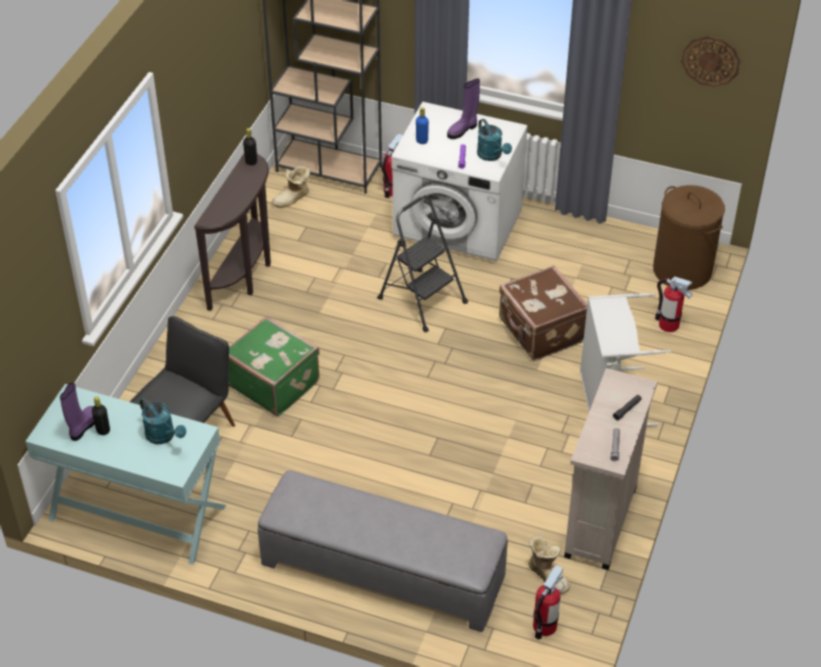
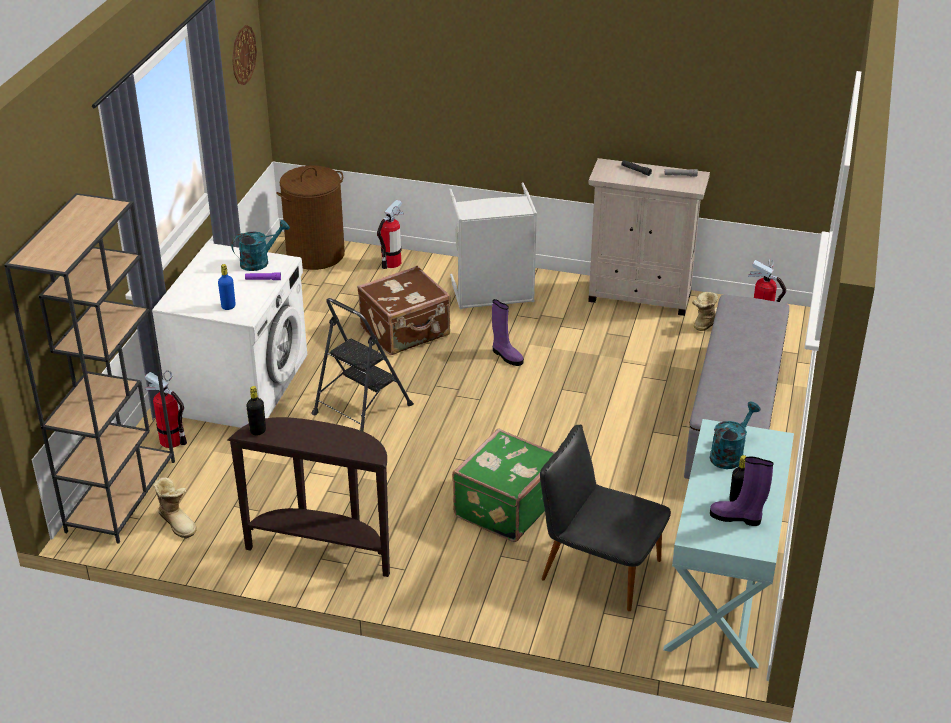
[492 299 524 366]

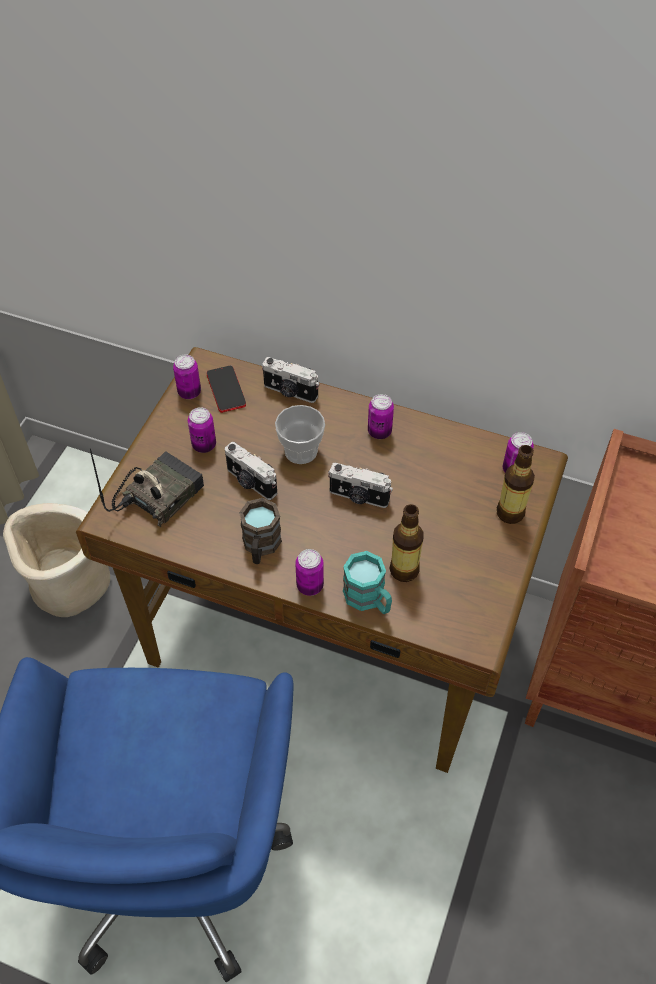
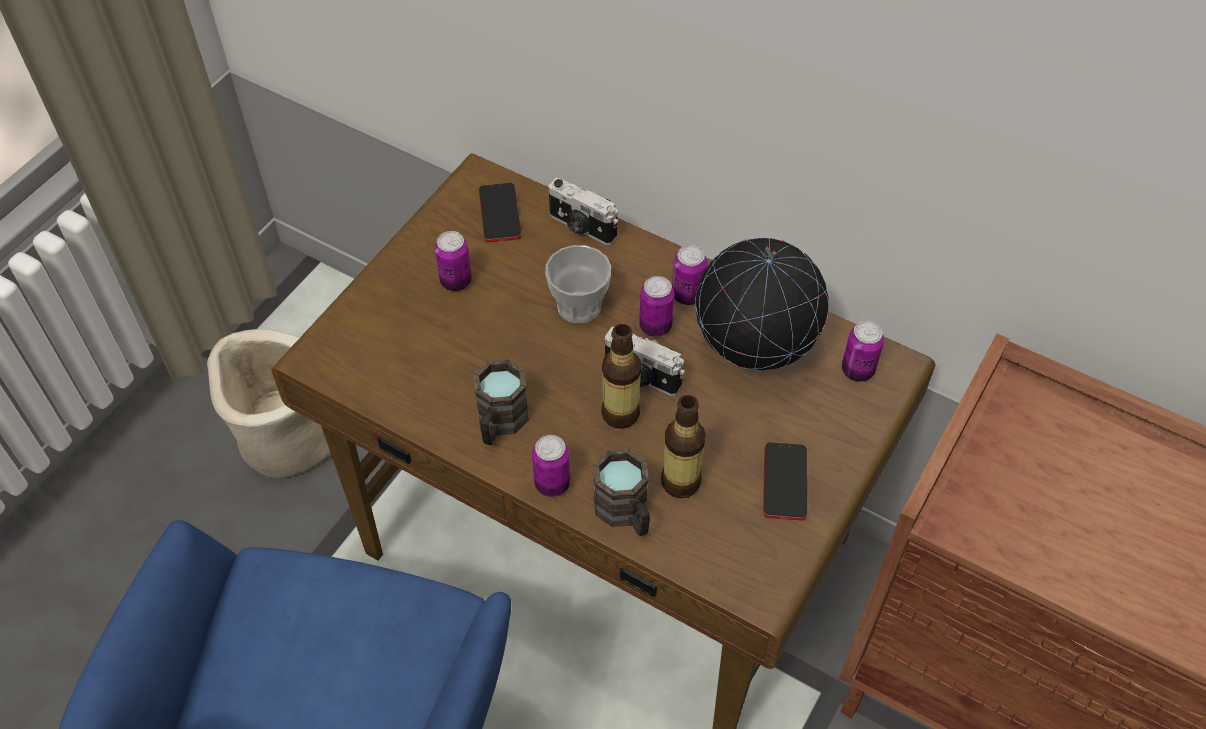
[639 276 675 337]
[225 442 277 500] (first image)
[601 324 641 429]
[90 448 204 527] (first image)
[594 449 650 536]
[695 238 829 370]
[763 442 807 521]

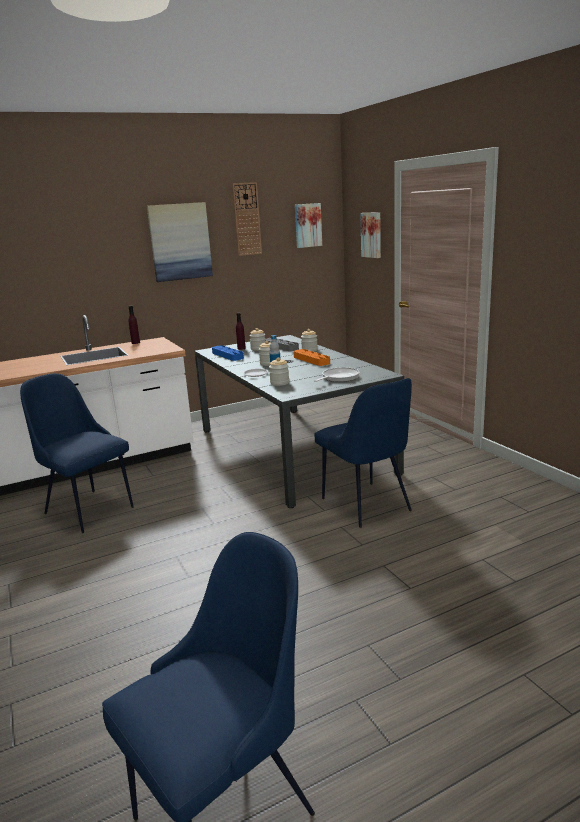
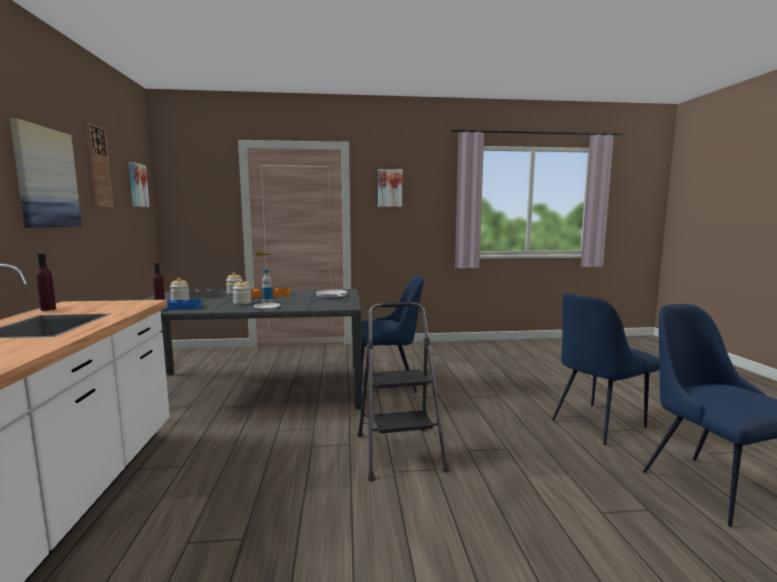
[378 169 402 207]
[269 357 289 386] (first image)
[552 293 660 445]
[357 302 450 481]

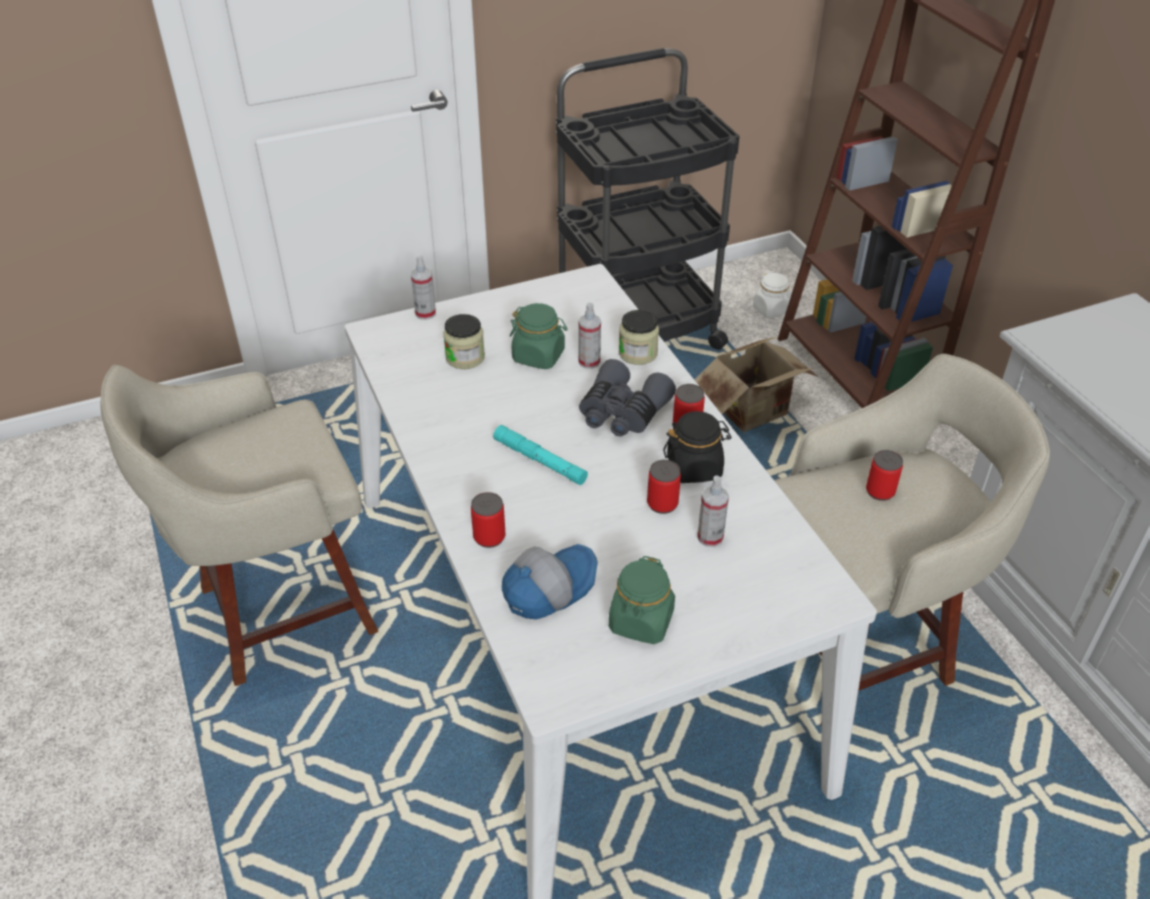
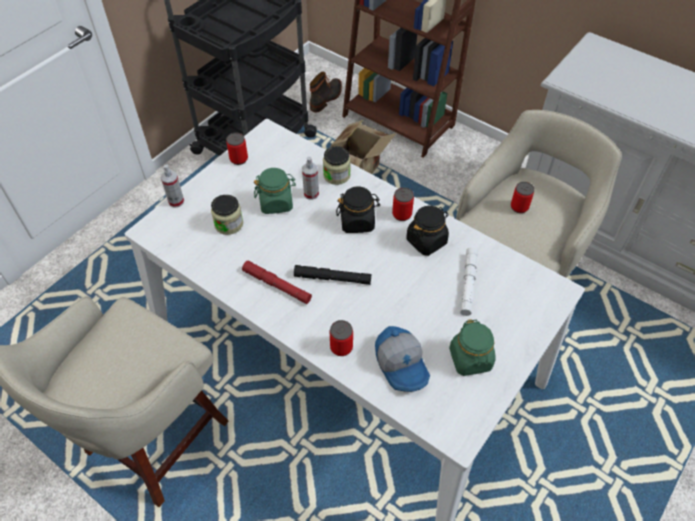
[310 71 342 112]
[336 186 380 233]
[294 265 371 285]
[226 133 248 165]
[460 247 478 316]
[375 326 430 392]
[242 261 312 304]

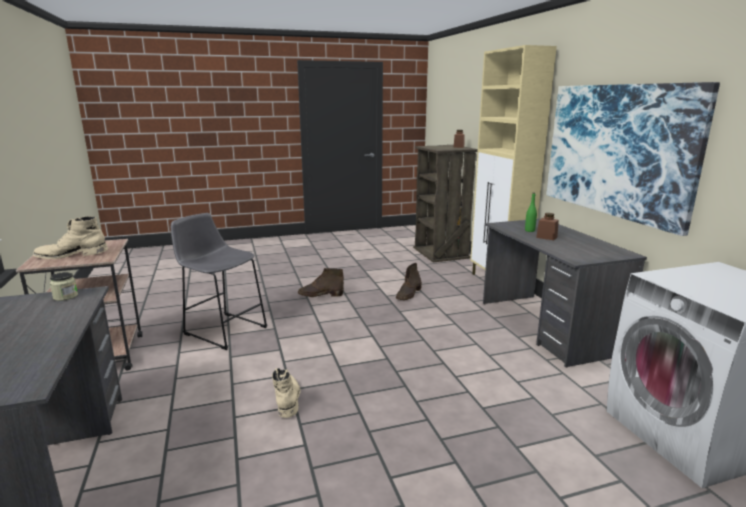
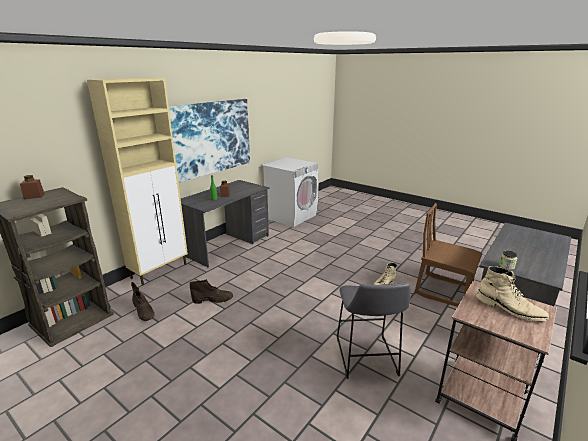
[131 282 155 321]
[414 203 482 307]

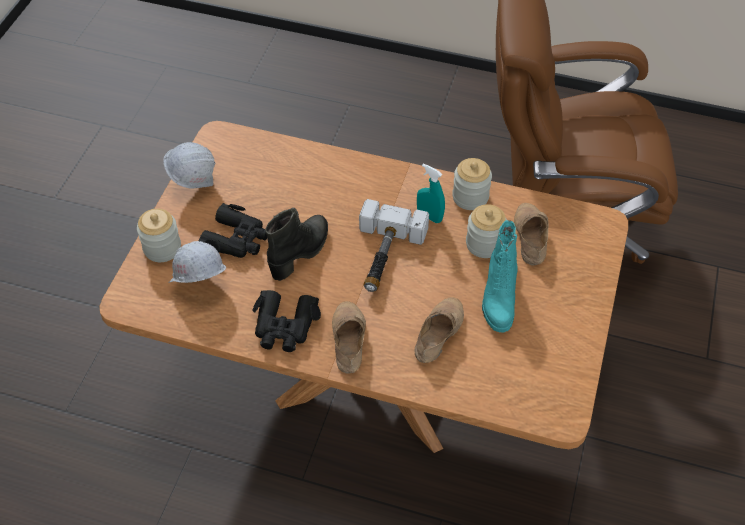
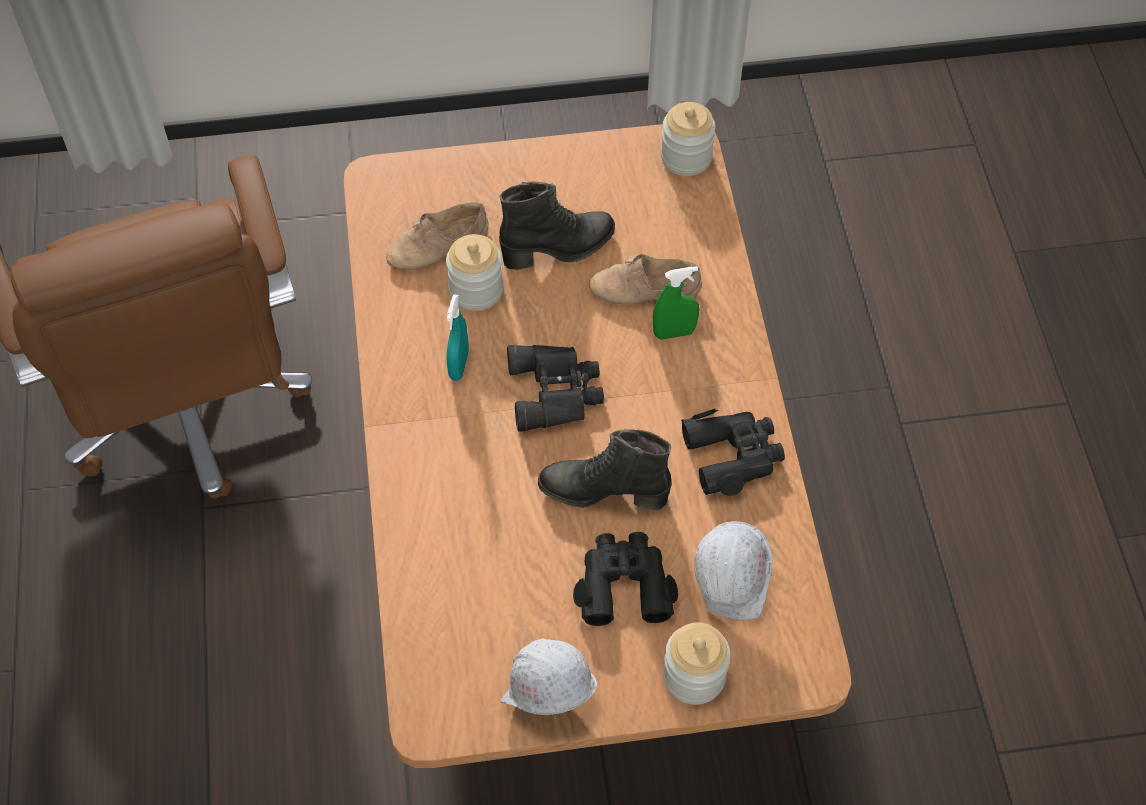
[661 102 716 176]
[507 345 604 431]
[499 181 615 270]
[332 301 366 374] (first image)
[653 266 699 340]

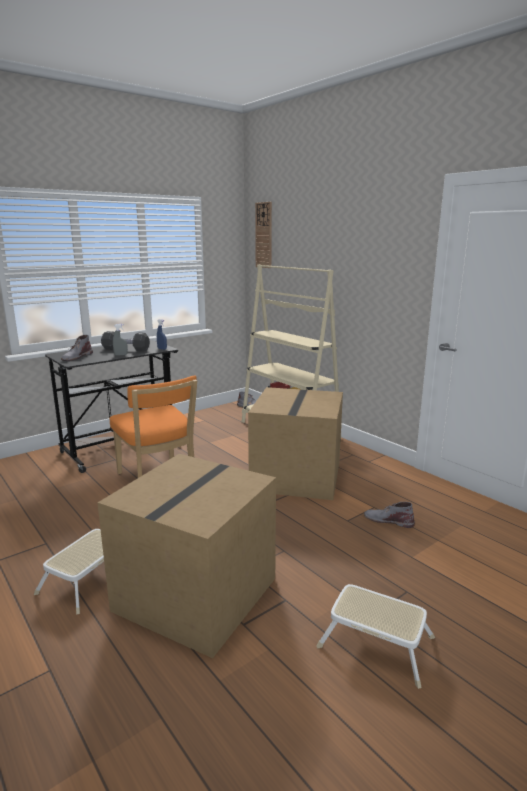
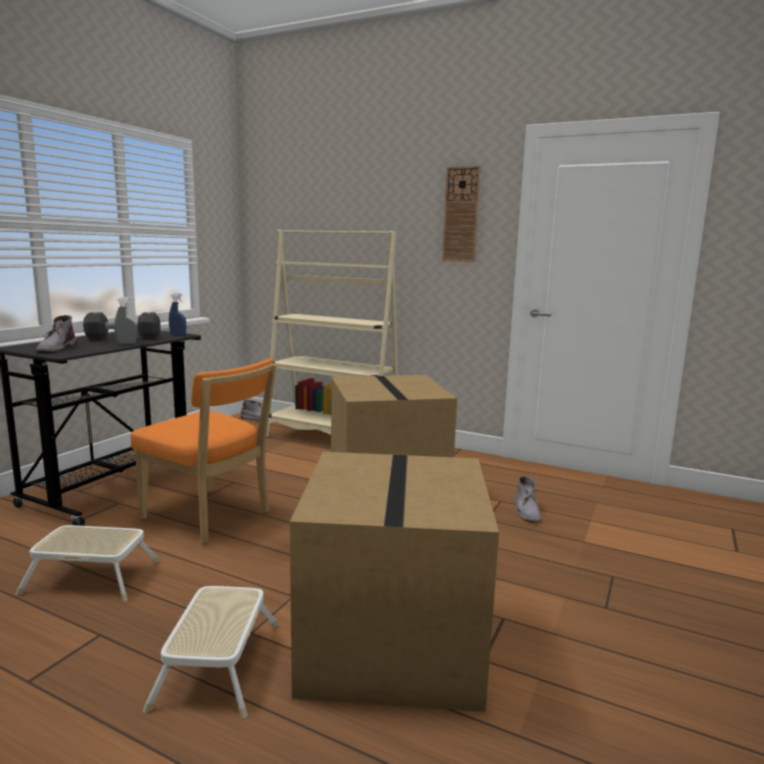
[442 166 481 262]
[514 476 542 523]
[15 525 161 602]

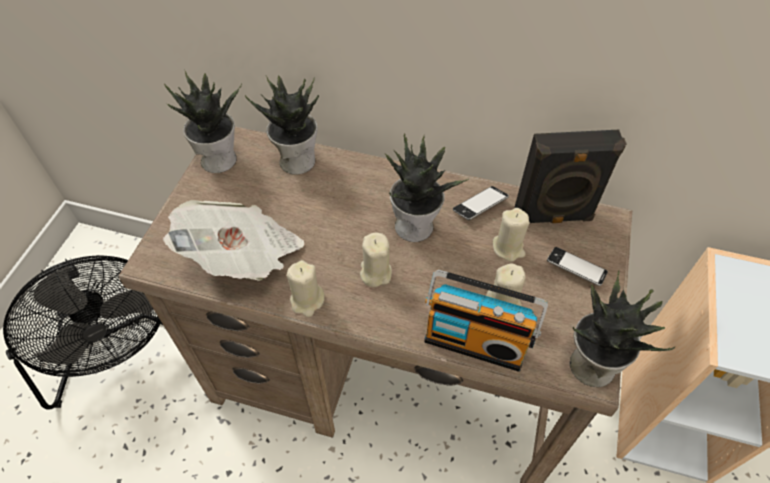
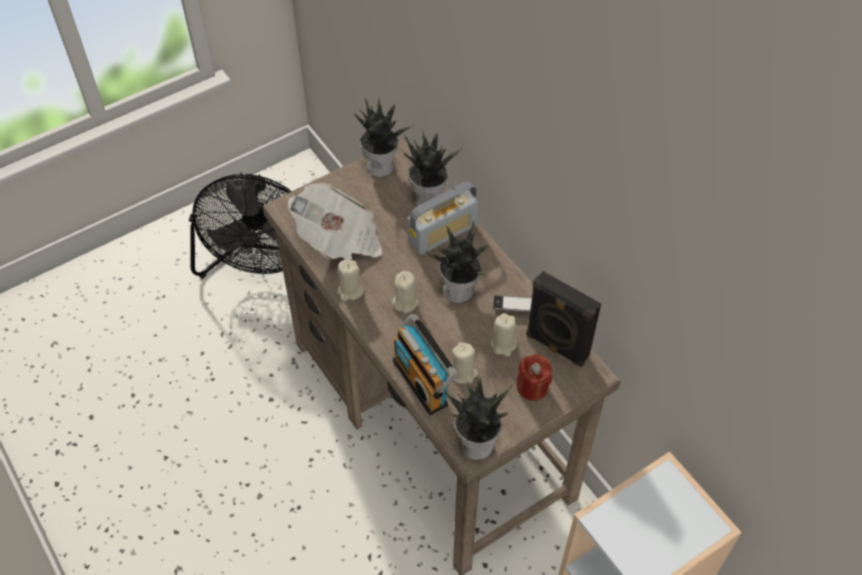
[517 354 552 401]
[408 182 479 255]

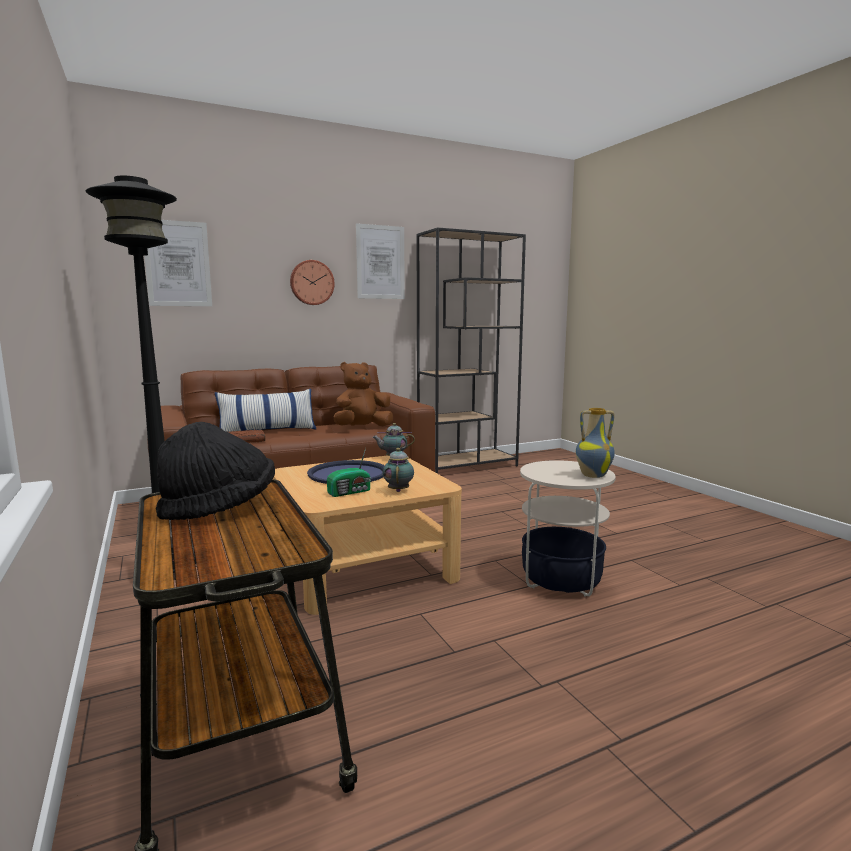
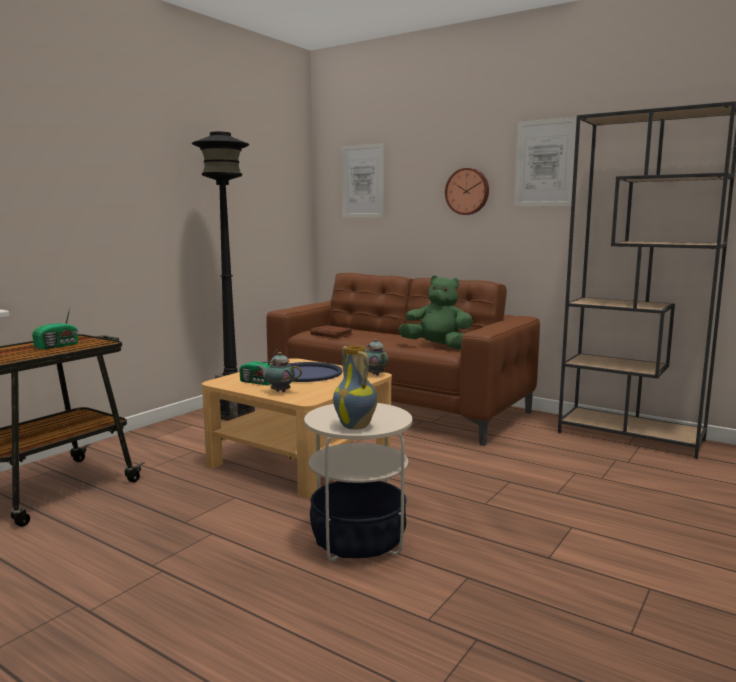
[398 275 473 350]
[215 389 316 432] (first image)
[32 304 78 350]
[257 352 302 392]

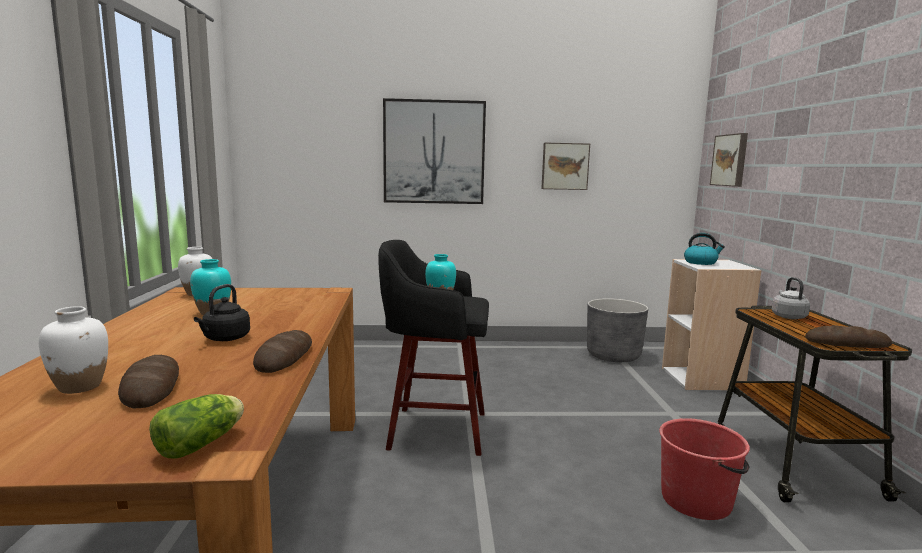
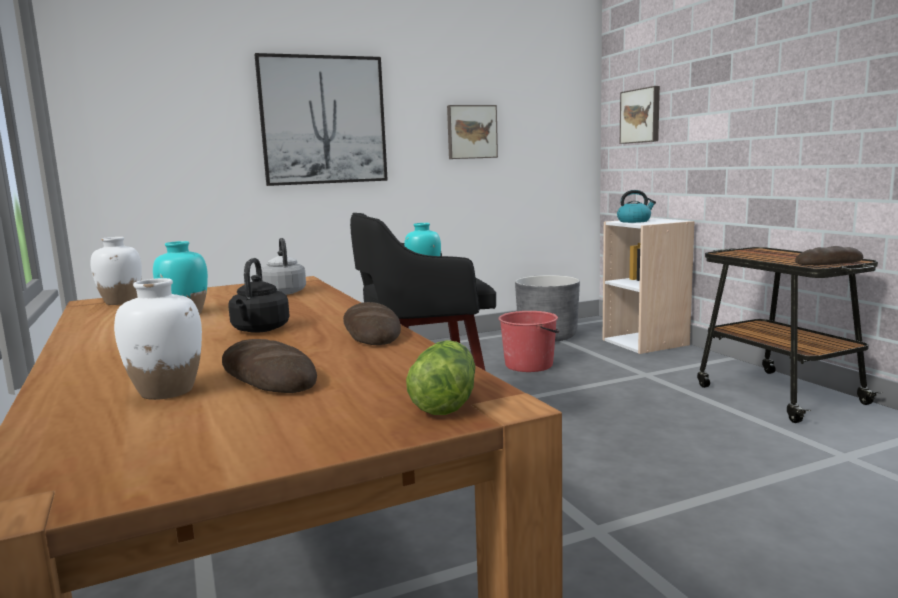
[262 238 306 295]
[499 311 559 372]

